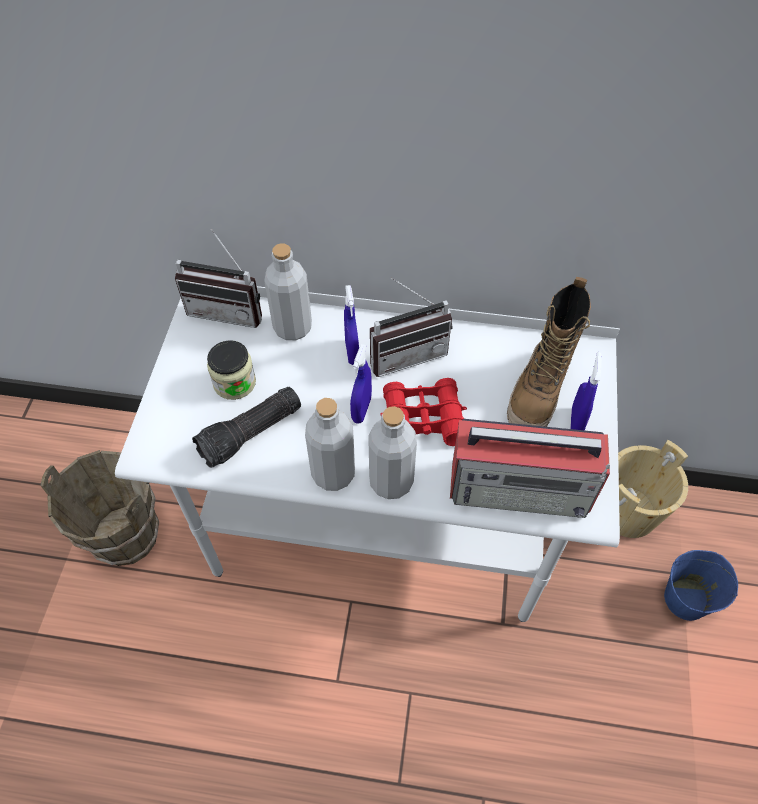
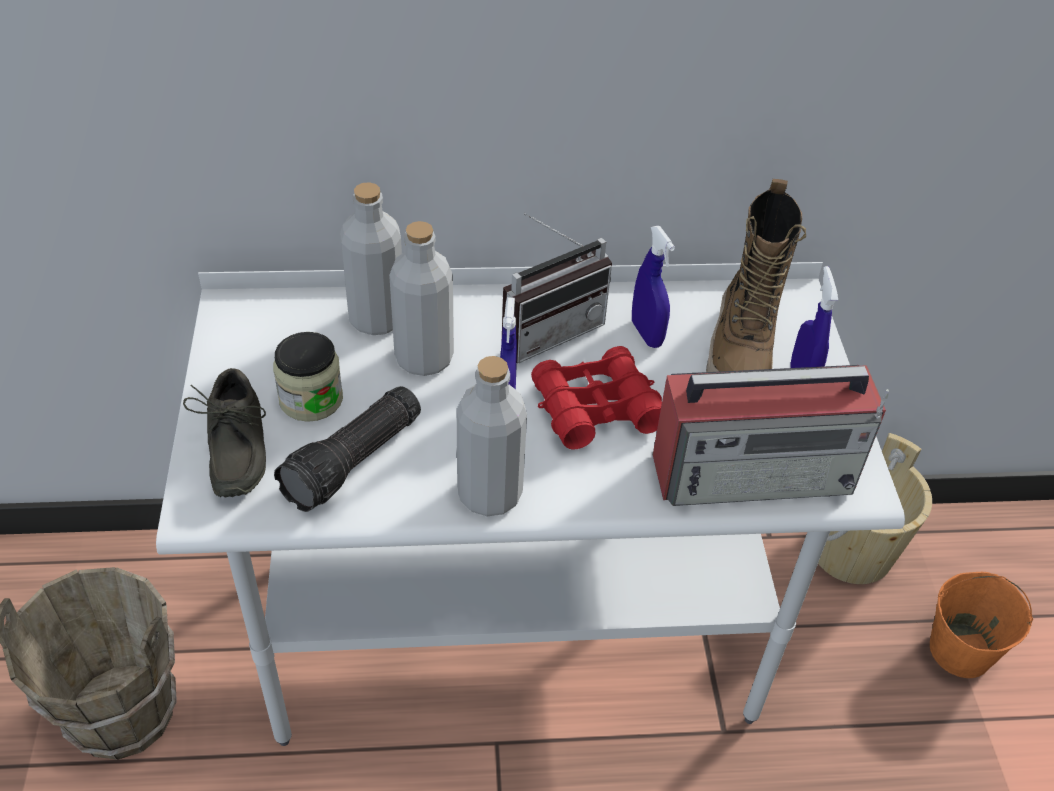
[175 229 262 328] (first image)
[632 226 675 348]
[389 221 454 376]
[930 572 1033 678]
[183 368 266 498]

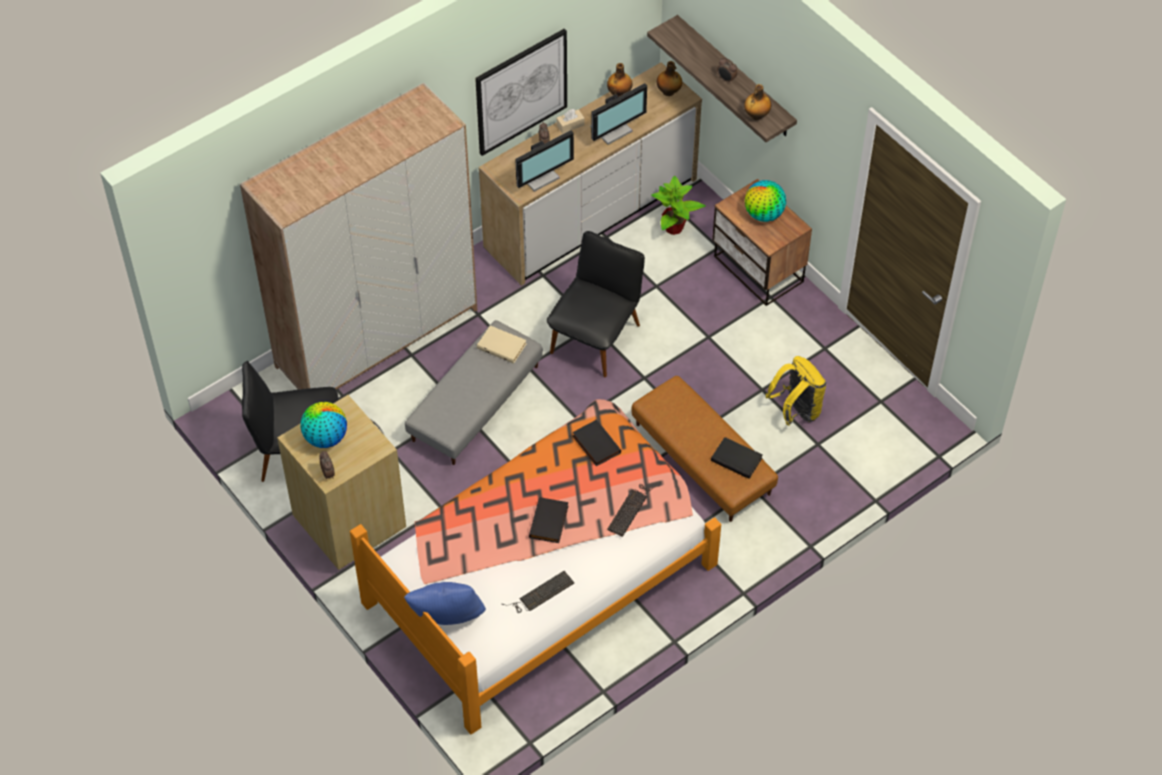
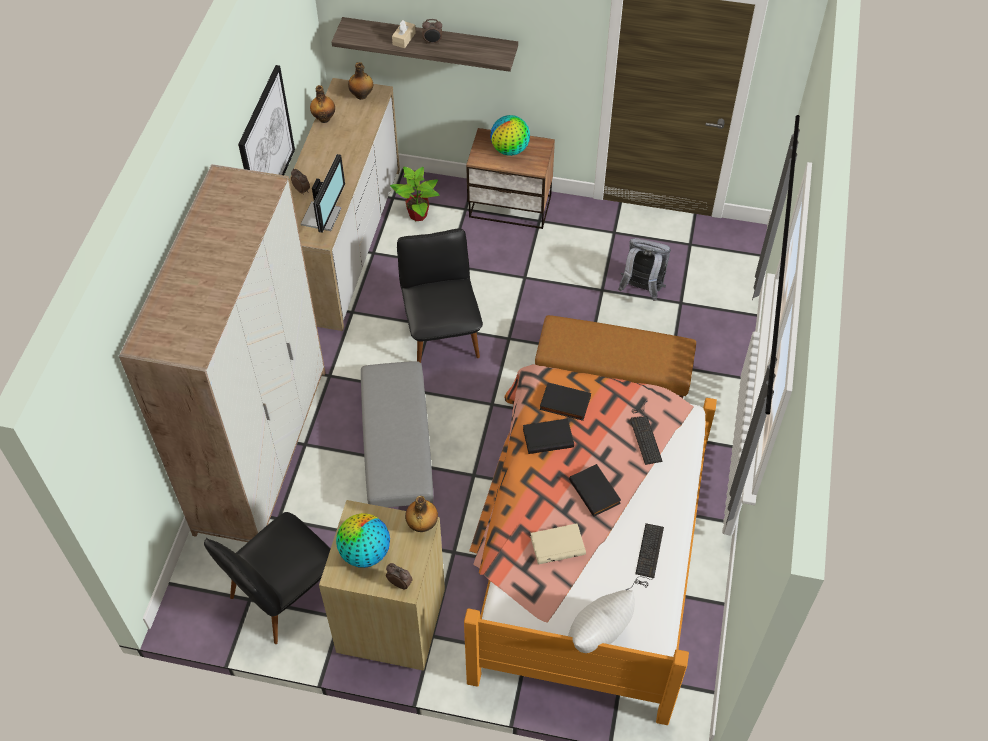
[590 83 647 145] (first image)
[405 496 438 532]
[392 20 416 48]
[530 523 586 564]
[618 238 671 301]
[523 418 574 454]
[568 590 635 653]

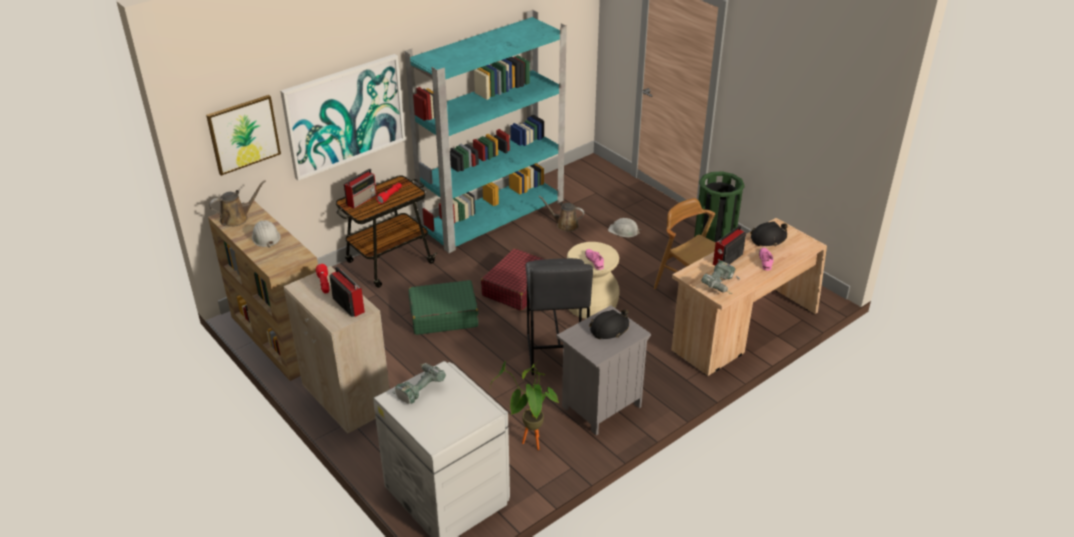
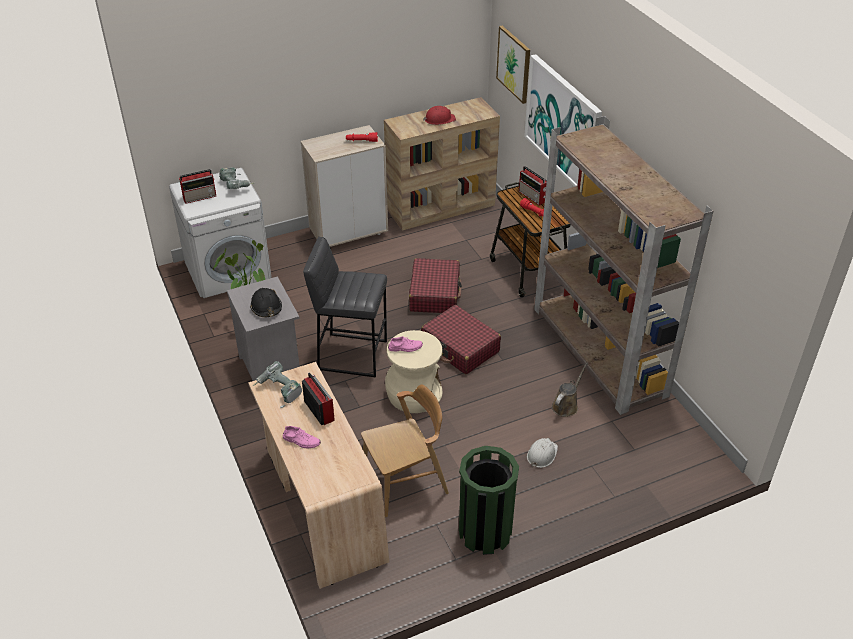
[534 116 713 415]
[209 180 266 226] (first image)
[423 106 456 125]
[750 221 788 247] (first image)
[179 169 217 204]
[409 258 462 313]

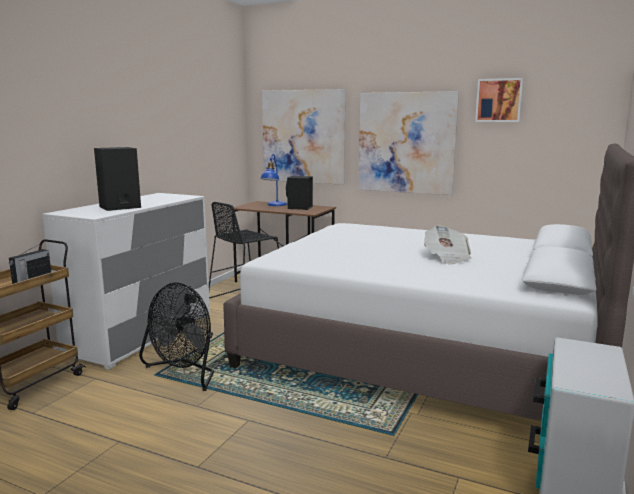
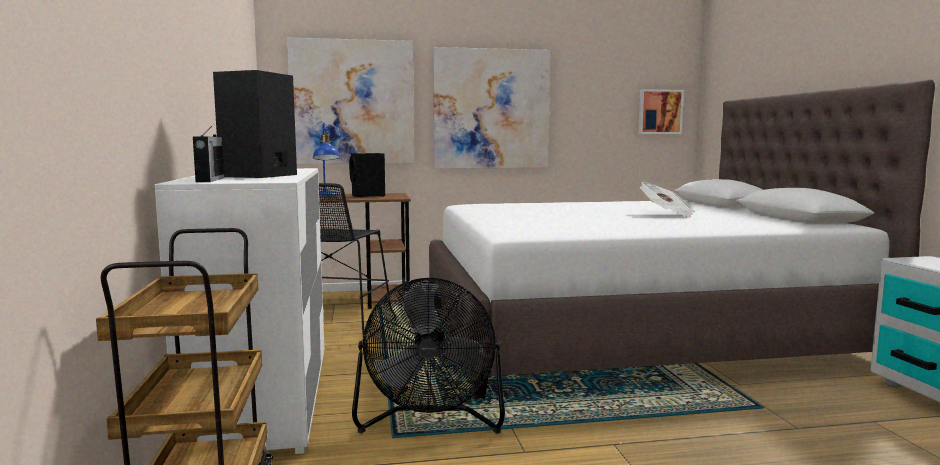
[638 89 684 134]
[193 125 224 182]

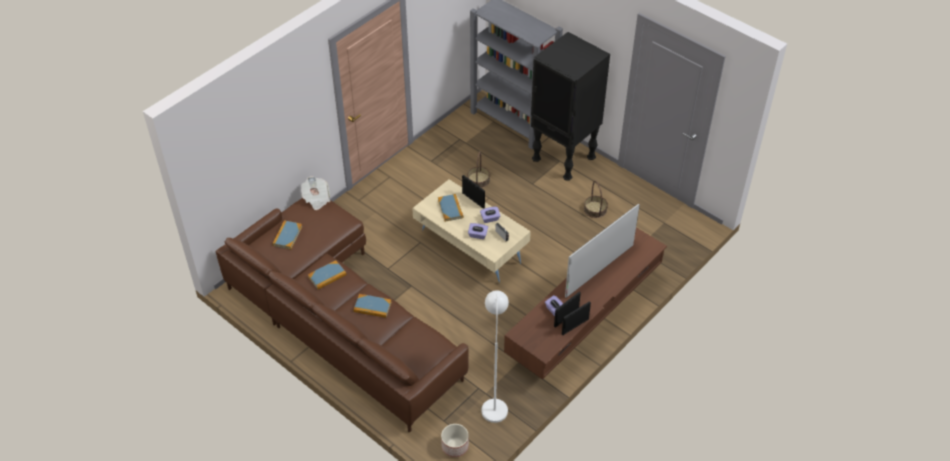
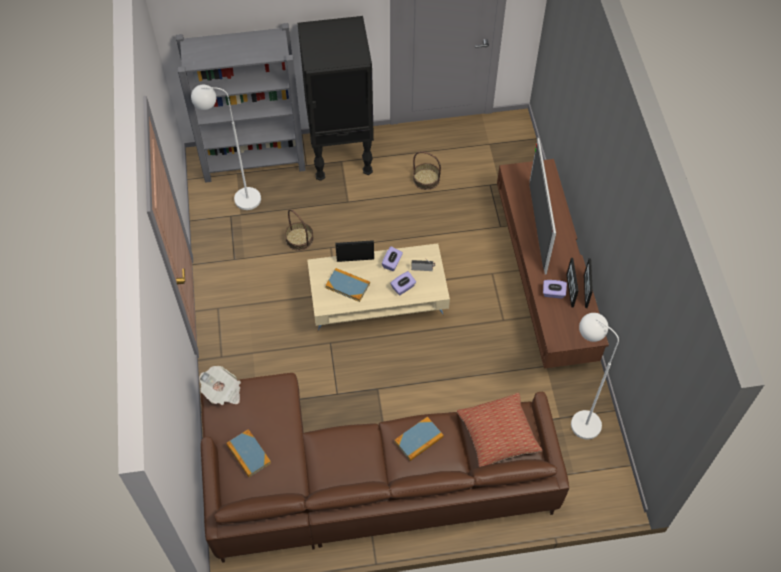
[308 260 346 290] (first image)
[441 424 469 457] (first image)
[191 85 261 210]
[457 393 543 467]

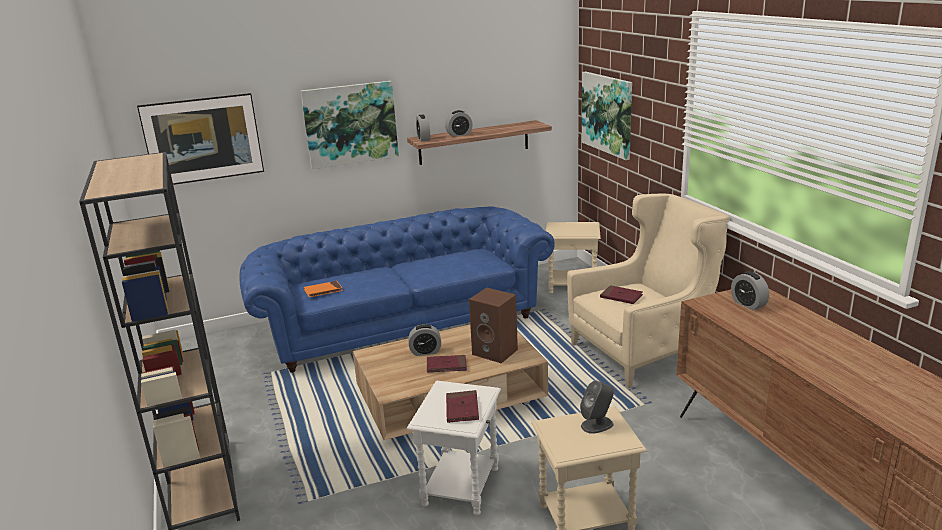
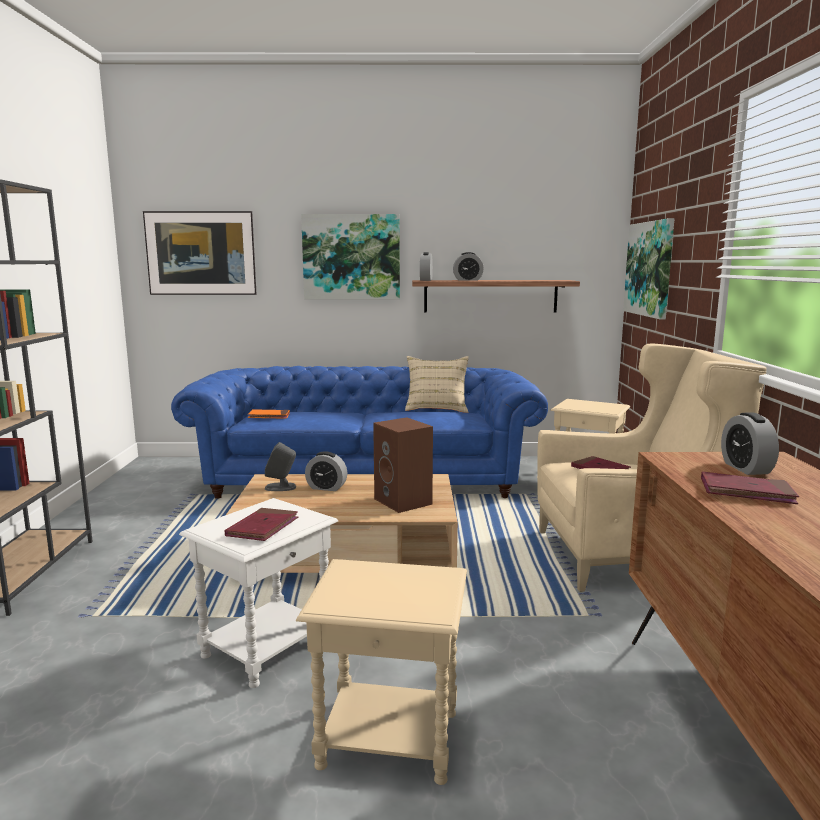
[701 472 799 504]
[265 442 296 491]
[405 356 469 413]

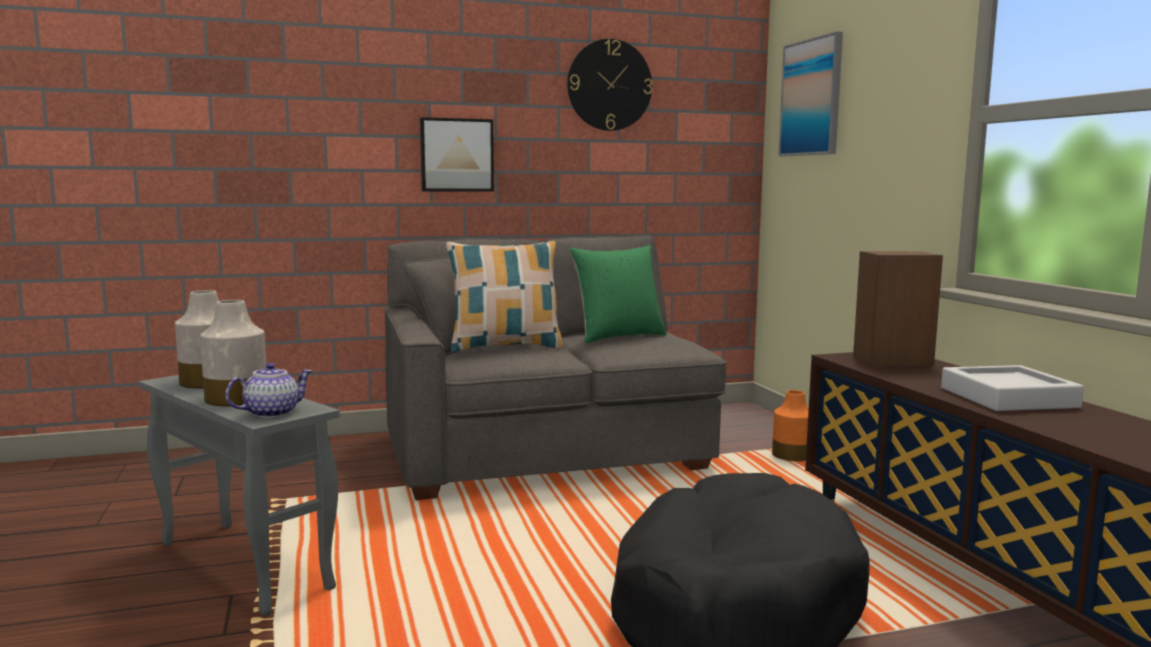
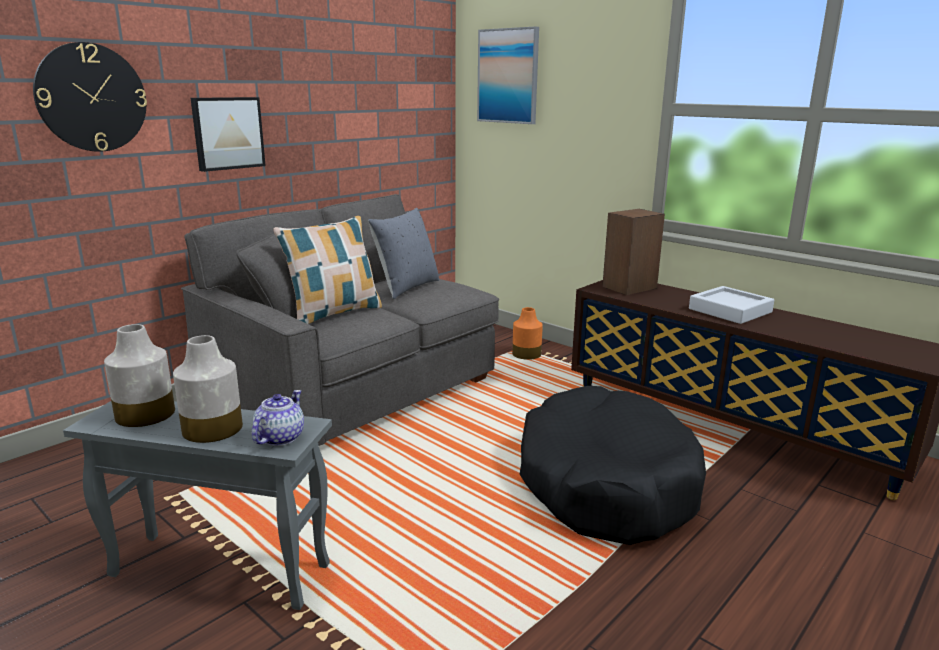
[33 42 147 152]
[368 208 439 299]

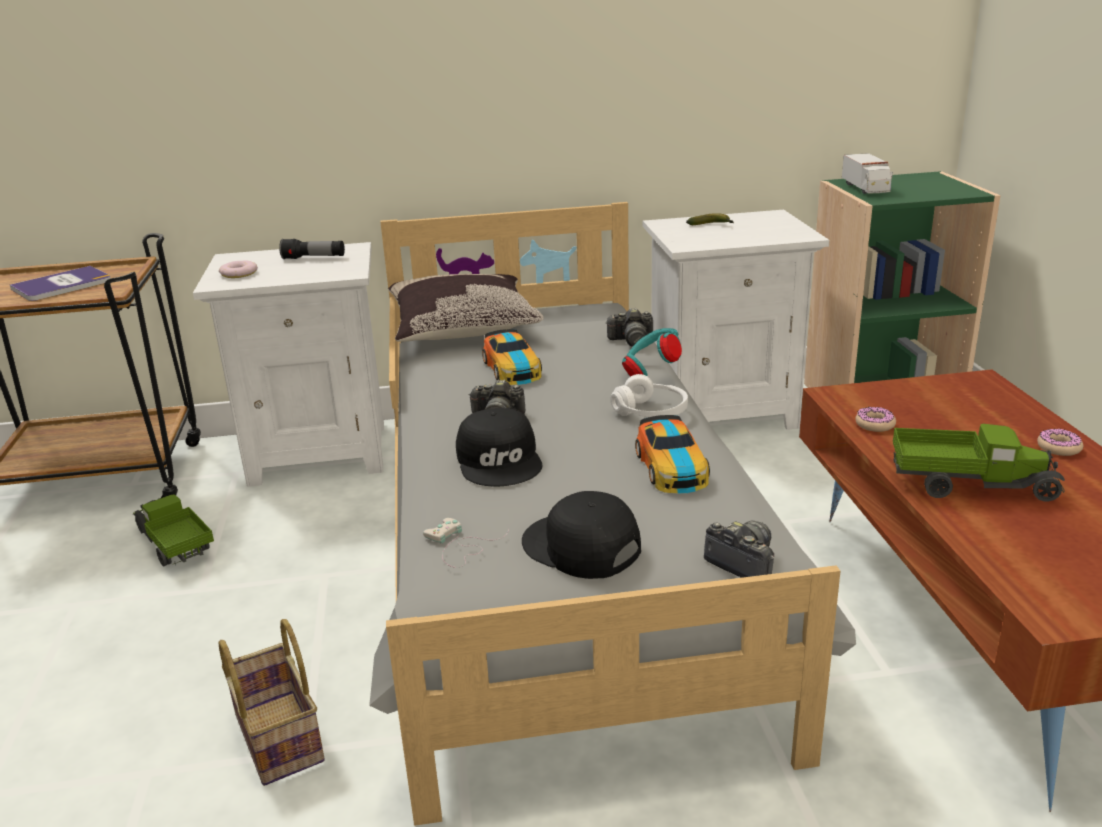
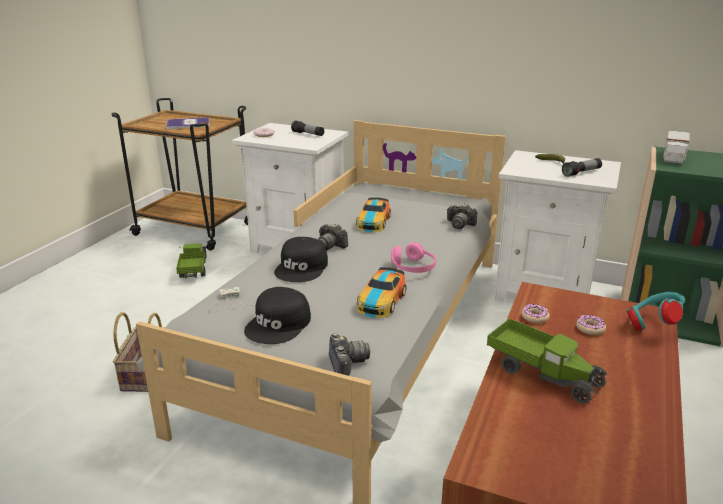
[388 274 544 342] (first image)
[627 292 685 331]
[391 242 436 273]
[576 315 606 335]
[244 287 311 344]
[562 158 602 177]

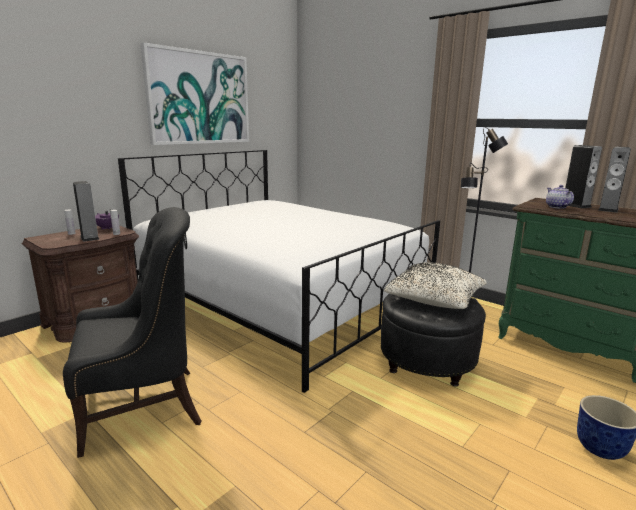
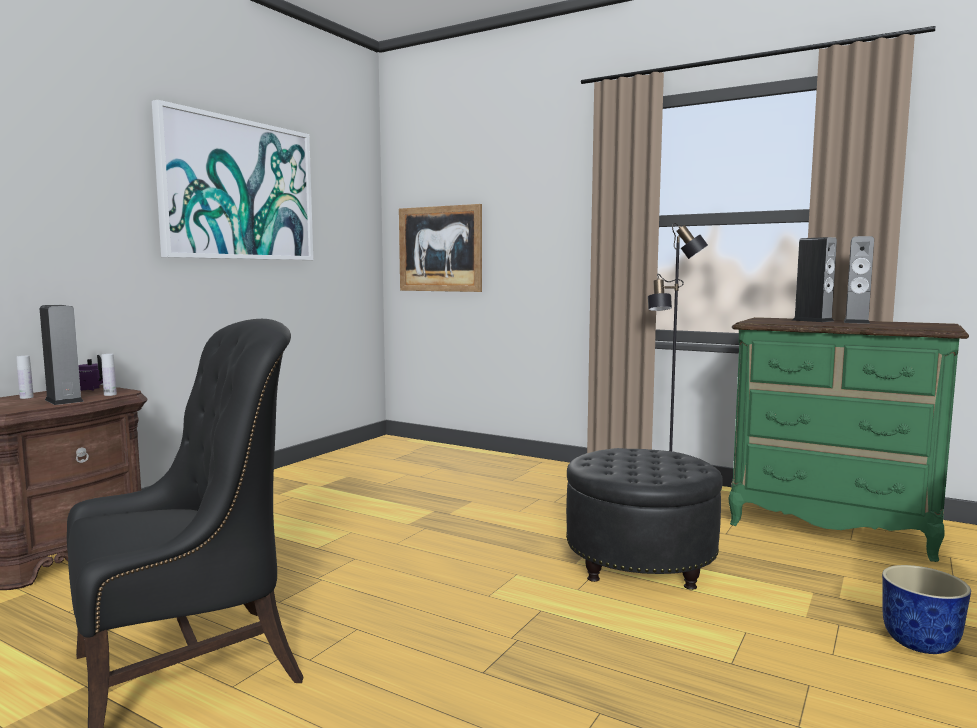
[118 150 440 393] (first image)
[546 185 574 209] (first image)
[384 262 487 309] (first image)
[399 204 482 292]

